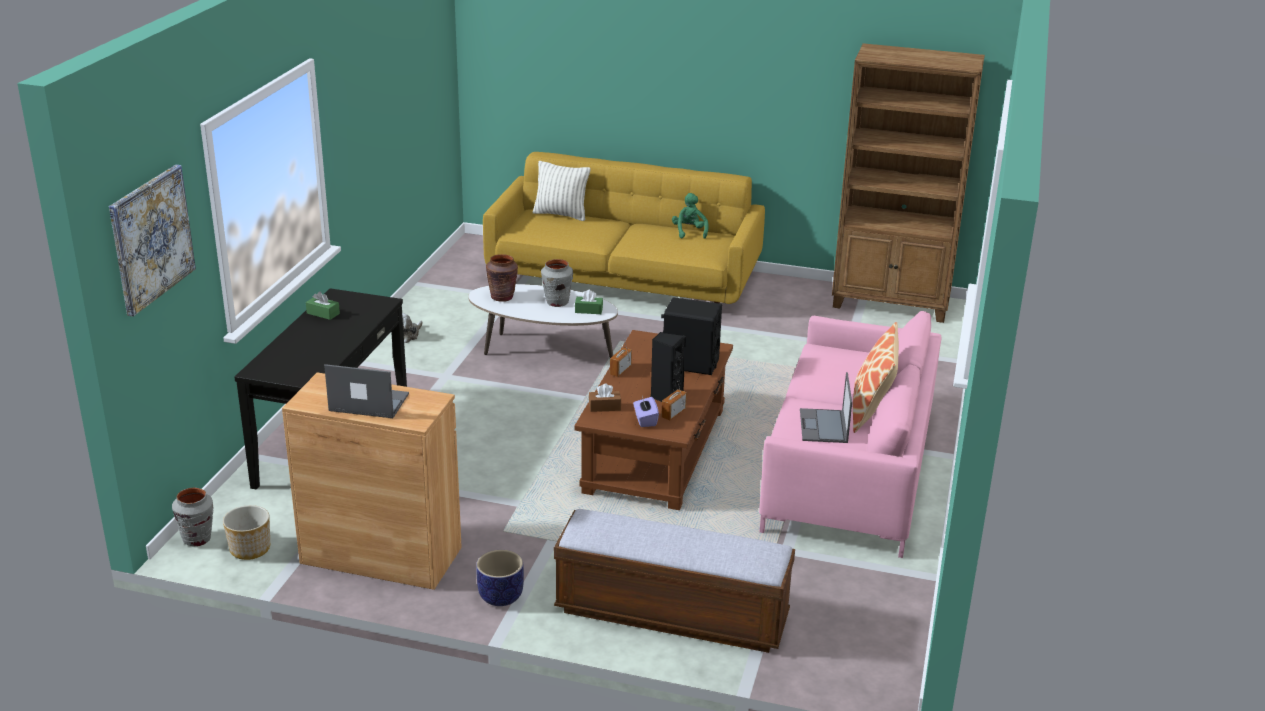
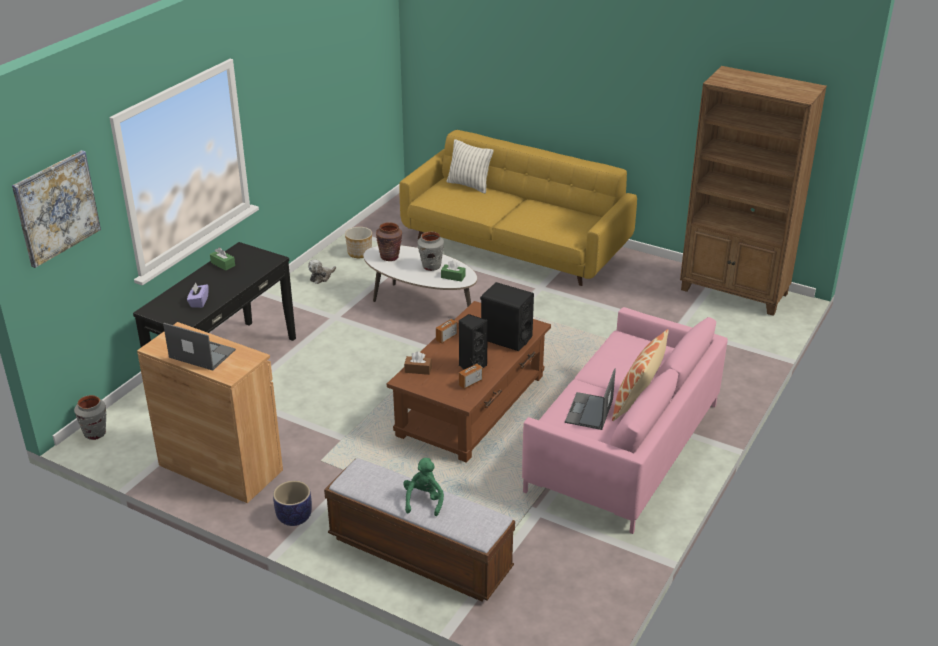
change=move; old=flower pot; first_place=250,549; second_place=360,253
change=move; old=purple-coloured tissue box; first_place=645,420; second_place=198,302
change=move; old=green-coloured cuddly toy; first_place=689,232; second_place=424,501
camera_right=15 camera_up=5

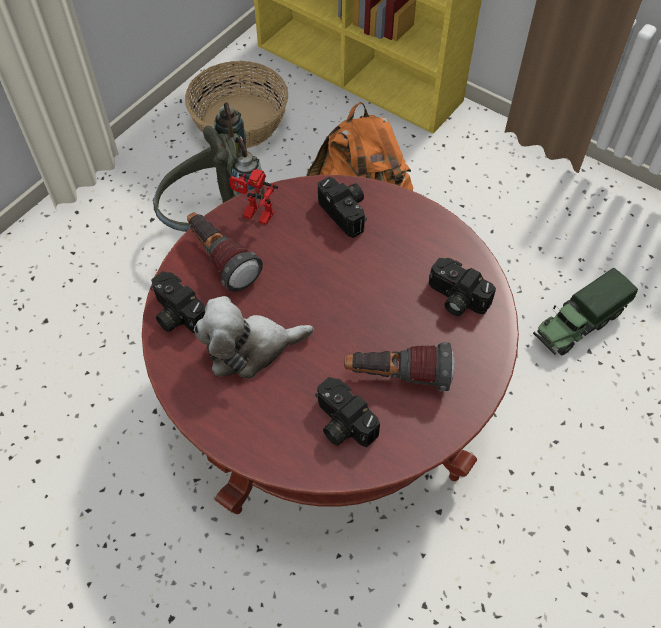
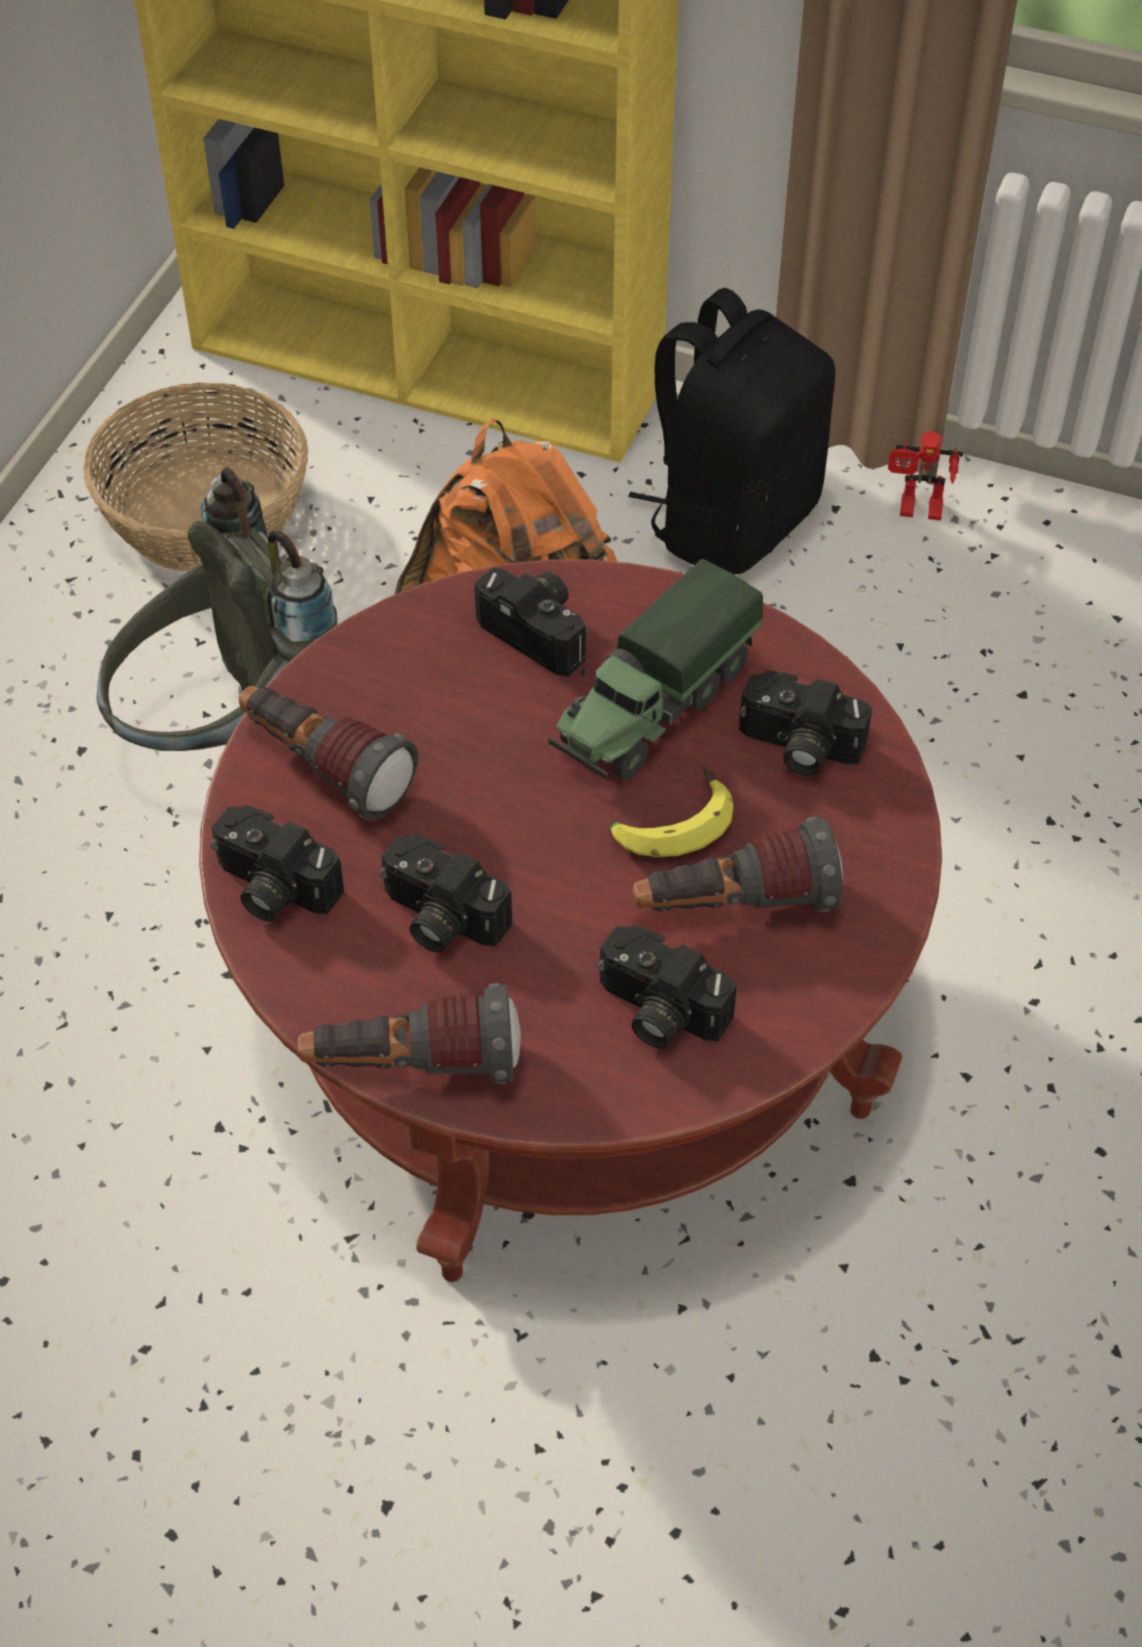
change=insert; new=hand torch; second_place=412,1067
change=insert; new=whole banana; second_place=670,821
change=insert; new=blackish rucksack; second_place=731,520
change=move; old=toy robot; first_place=255,216; second_place=917,512
change=move; old=toy truck; first_place=578,325; second_place=653,708
change=replace; old=cuddly toy; new=photo camera; first_place=250,348; second_place=438,918
camera_right=-15 camera_up=-5

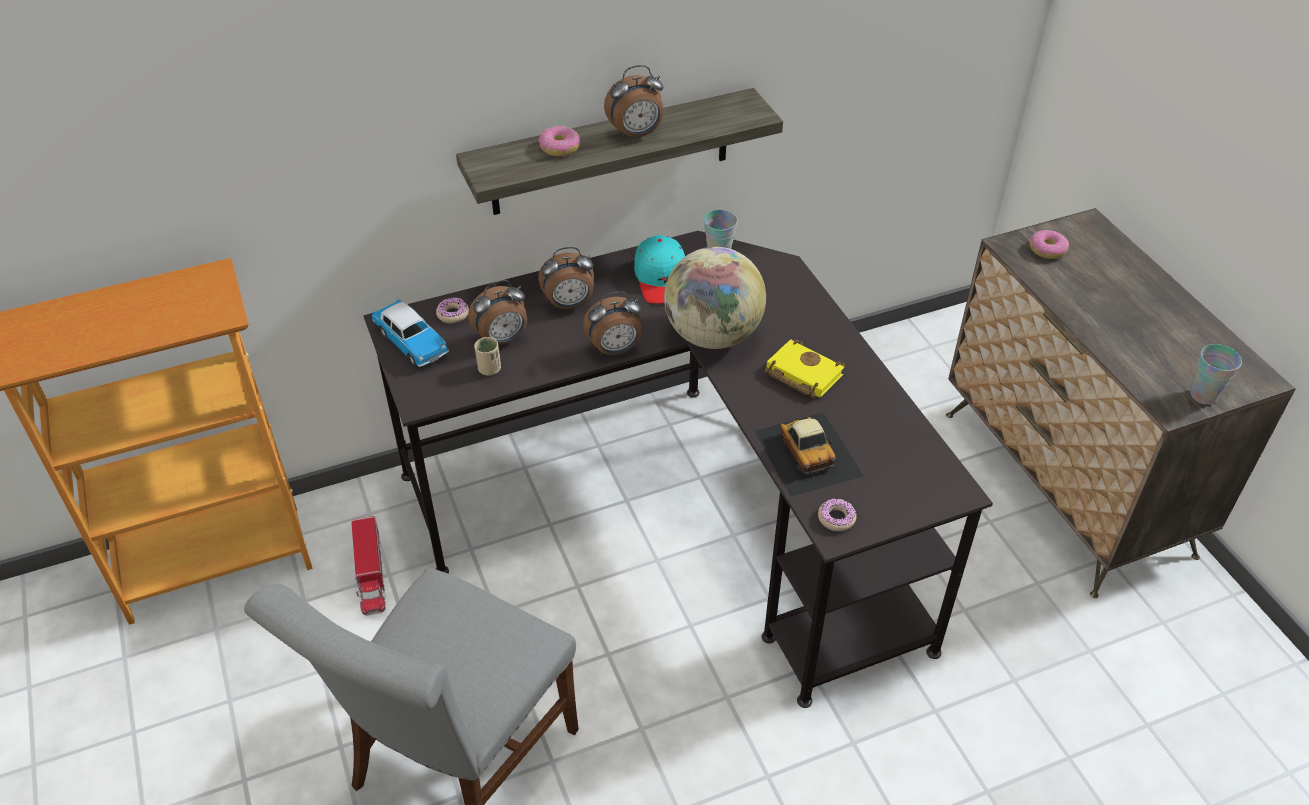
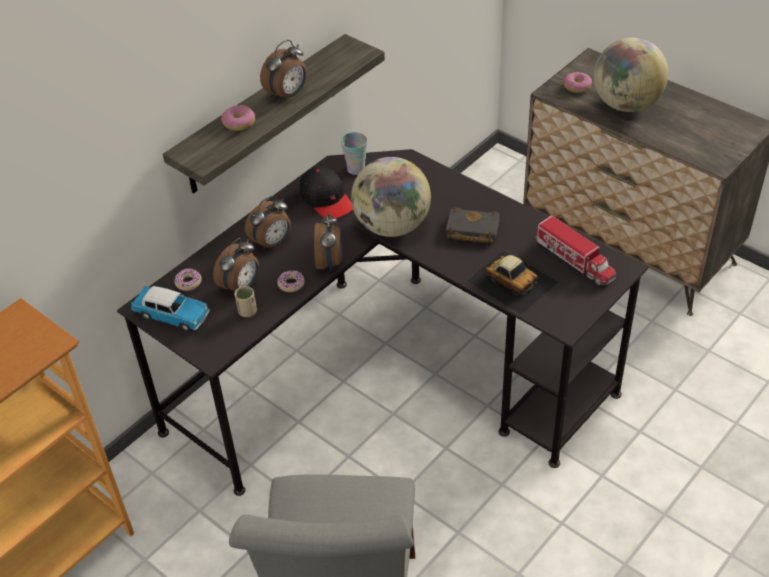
change=delete; old=small cup; first_place=1203,396
change=insert; new=globe; second_place=626,104
change=move; old=toy truck; first_place=371,573; second_place=575,260
change=move; old=doughnut; first_place=836,518; second_place=291,284
change=recolor; old=blue-green cap; new=blackish cap; first_place=662,279; second_place=326,199
change=recolor; old=yellow volume; new=blackish volume; first_place=800,374; second_place=470,230
change=rotate; old=bedside clock; first_place=615,350; second_place=330,262; degrees=-45
camera_right=-25 camera_up=0

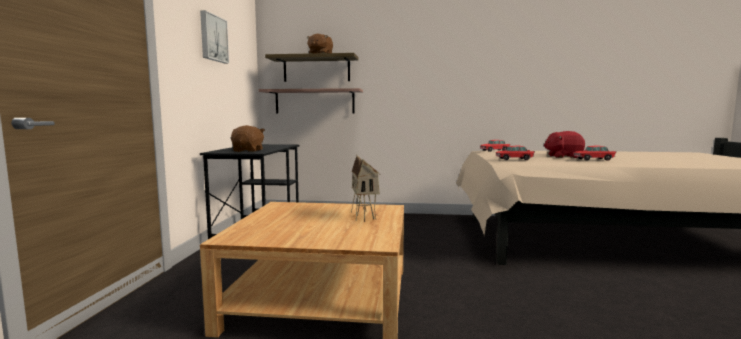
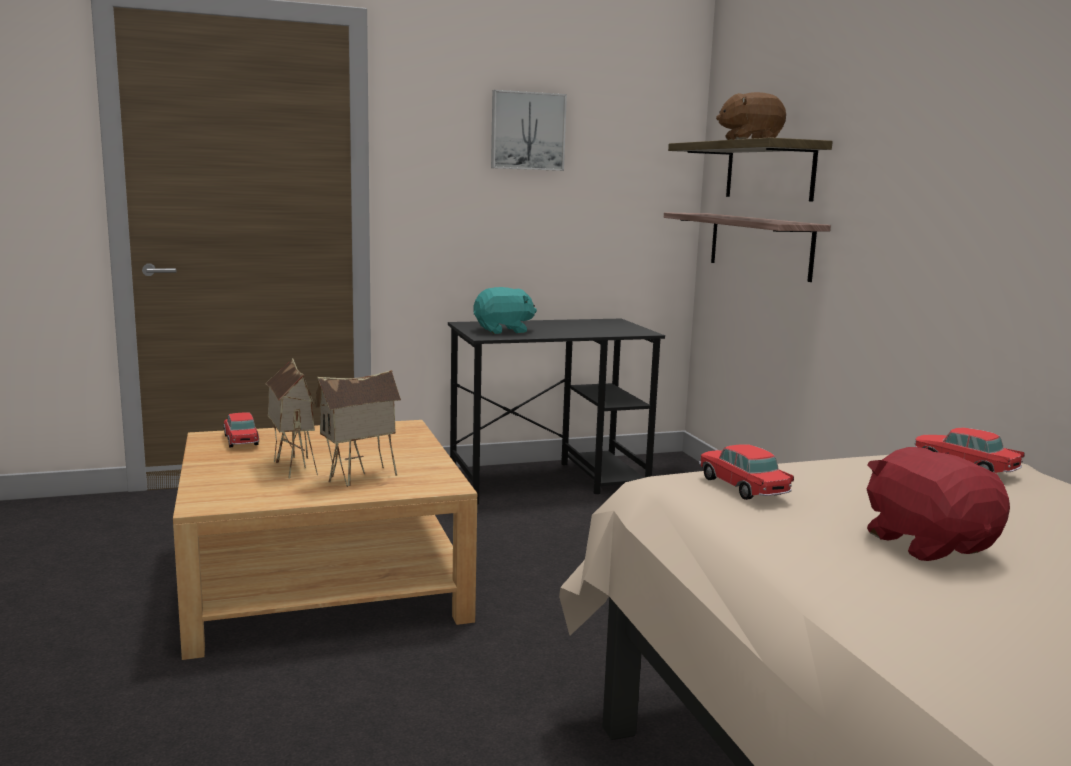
change=insert; new=miniature house; second_place=292,466
change=move; old=model car; first_place=593,159; second_place=241,440
change=recolor; old=brown-coloured cuddly toy; new=blue-green cuddly toy; first_place=248,150; second_place=503,331
camera_right=65 camera_up=5

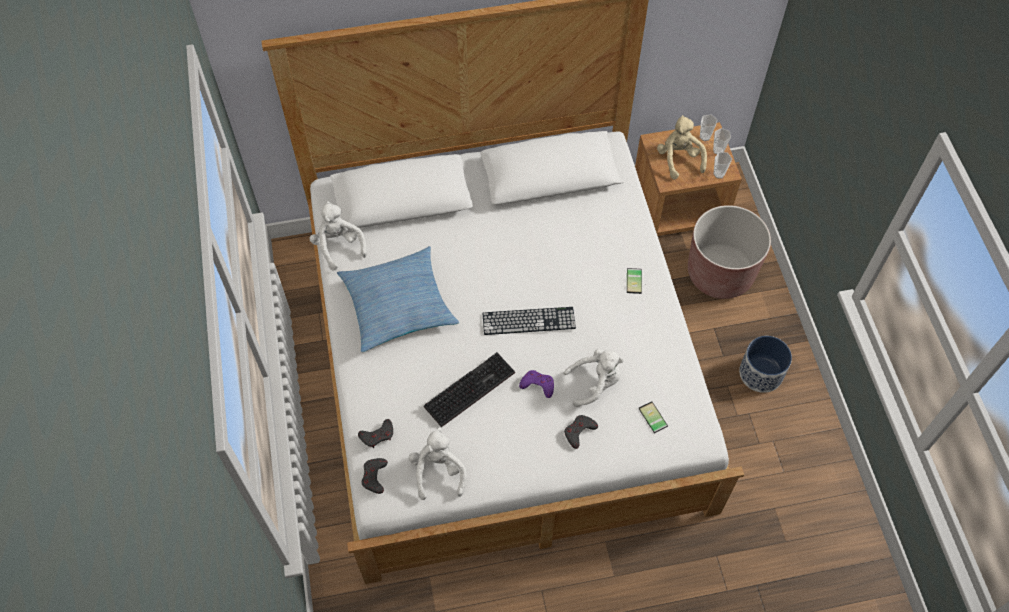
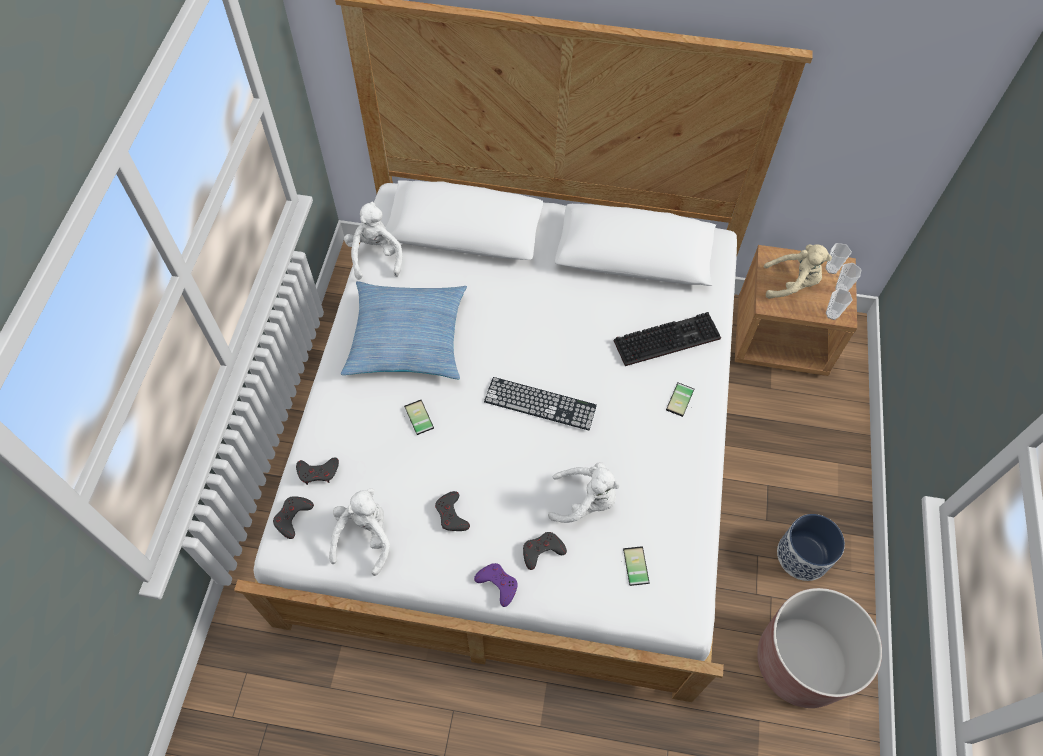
change=insert; new=phone; second_place=417,418
change=insert; new=greyish gamepad; second_place=451,514
change=move; old=computer keyboard; first_place=470,387; second_place=667,338
change=move; old=purple-coloured gamepad; first_place=537,385; second_place=497,584
change=move; old=brown-coloured flower pot; first_place=720,273; second_place=799,662
change=rotate; old=sand-coloured cuddly toy; first_place=679,159; second_place=792,284; degrees=90
camera_right=20 camera_up=0

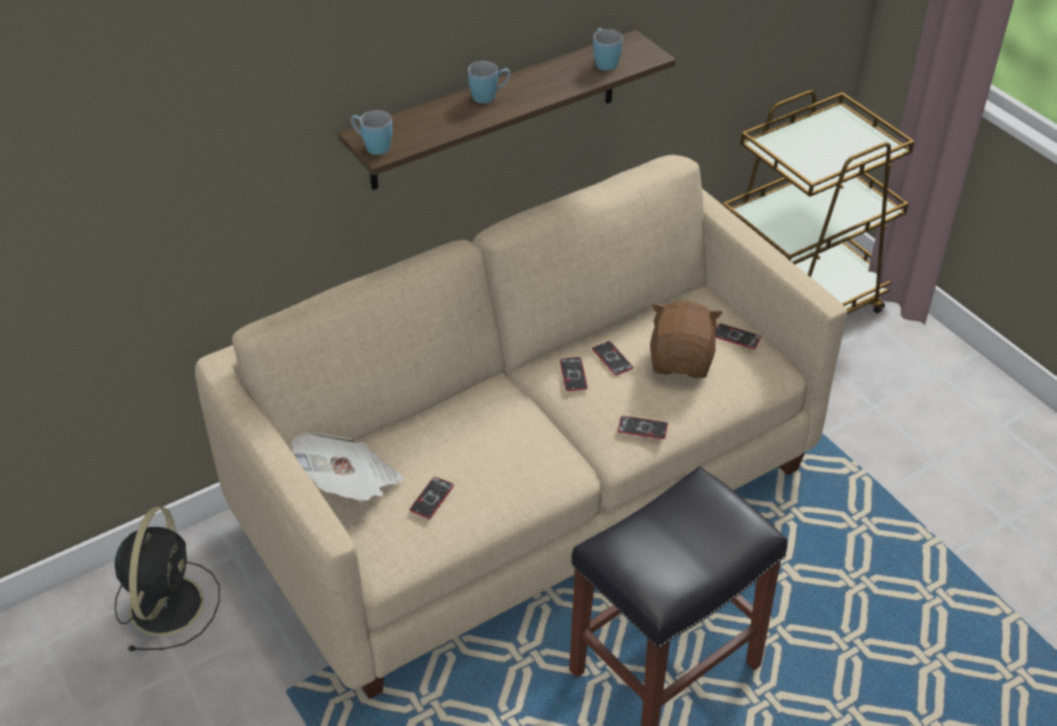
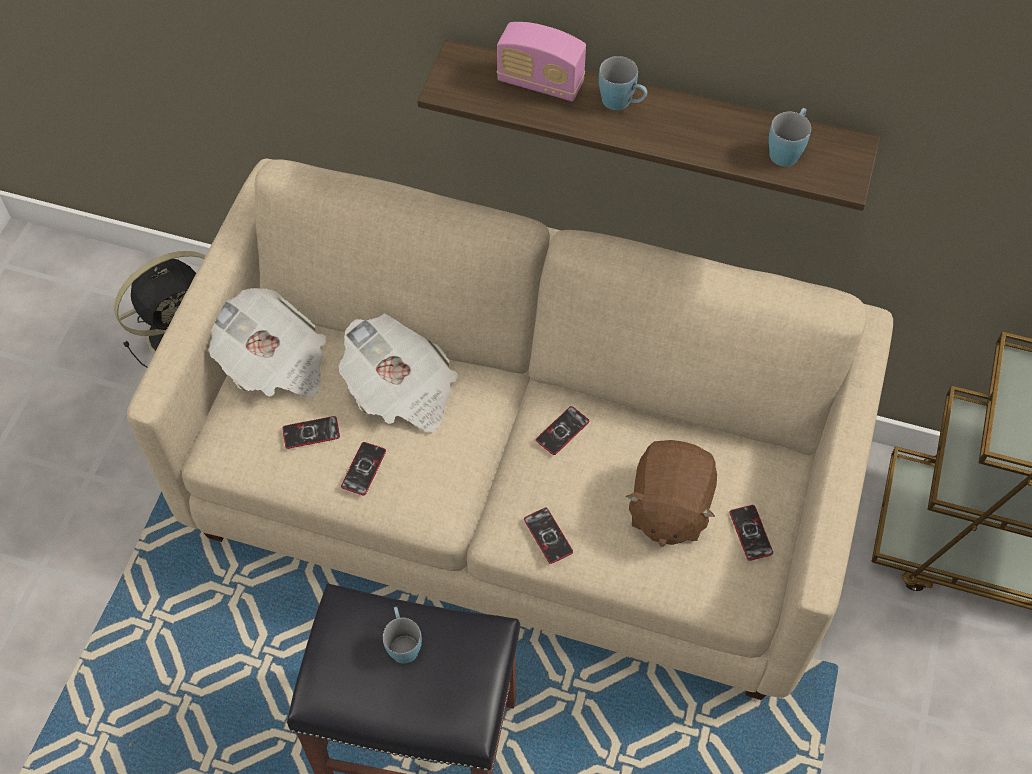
change=insert; new=printed paper; second_place=402,390
change=insert; new=radio; second_place=540,83
change=move; old=blue mug; first_place=372,146; second_place=402,643
change=move; old=phone; first_place=612,359; second_place=363,469
change=rotate; old=brown-coloured cuddly toy; first_place=682,360; second_place=668,507; degrees=135
camera_right=50 camera_up=15

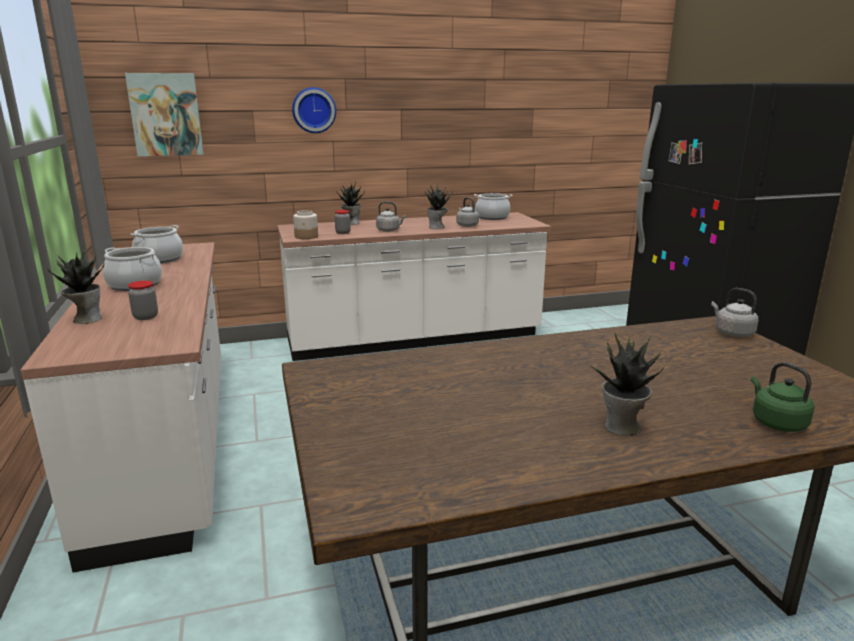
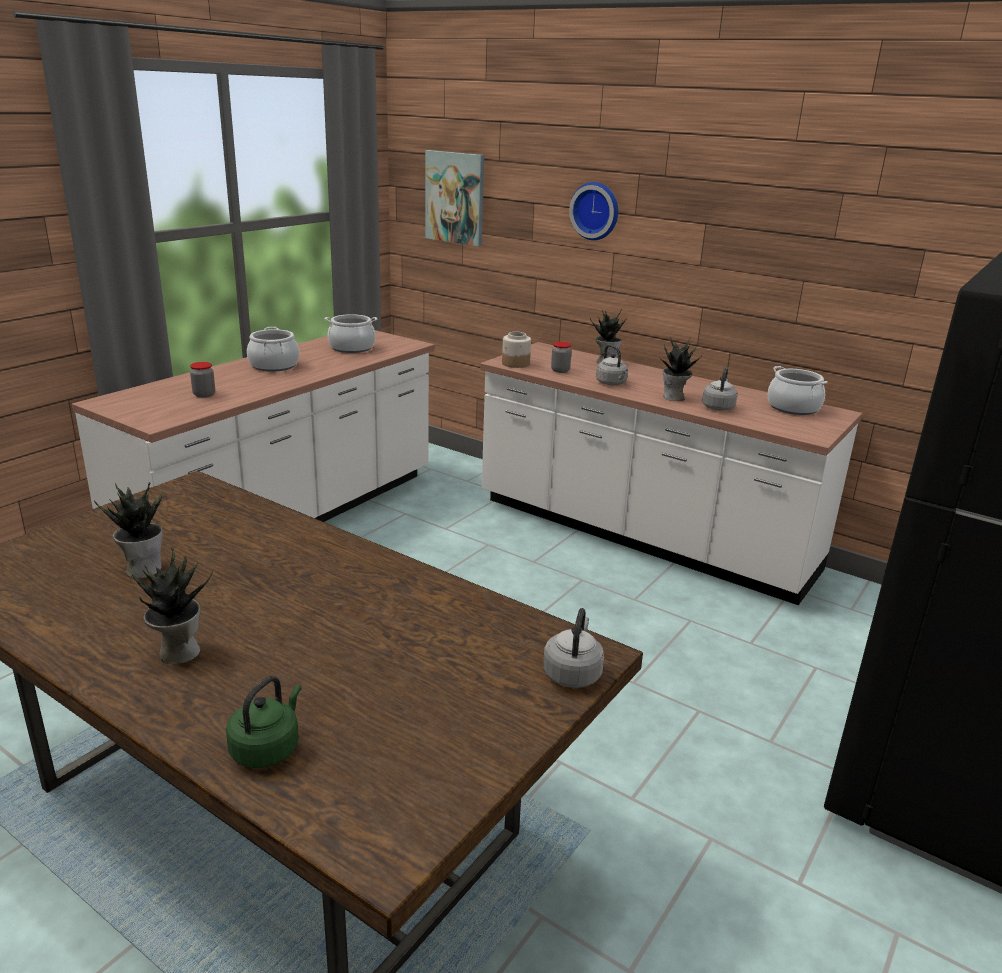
change=move; old=potted plant; first_place=86,319; second_place=143,568
camera_right=50 camera_up=5

